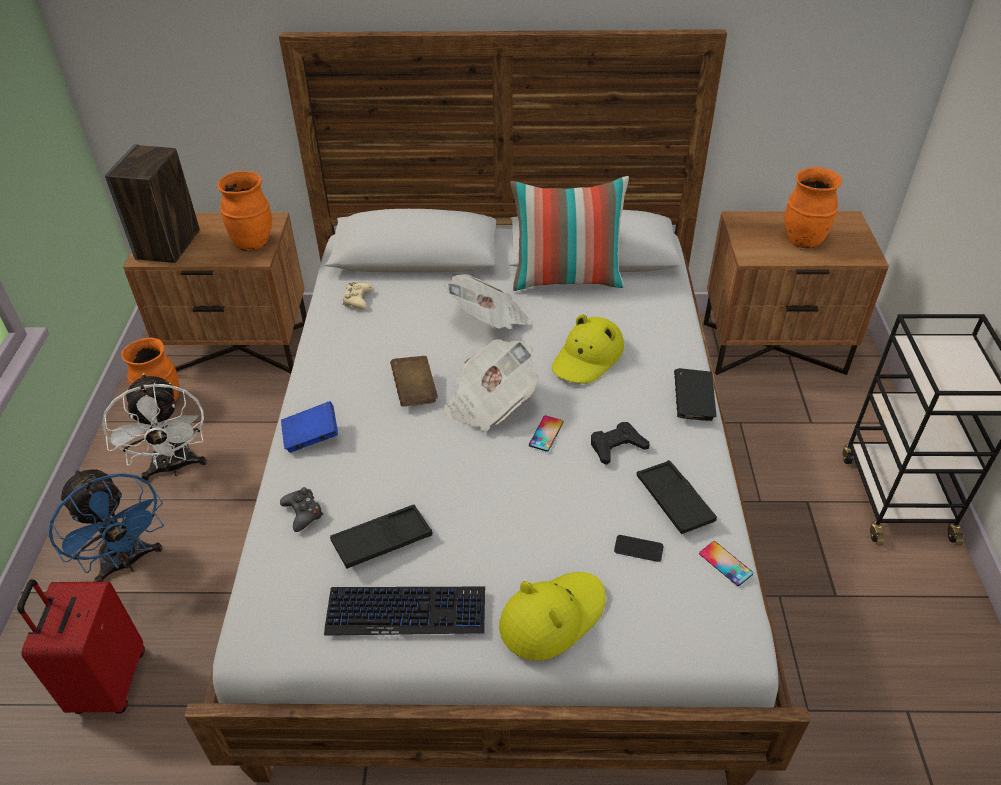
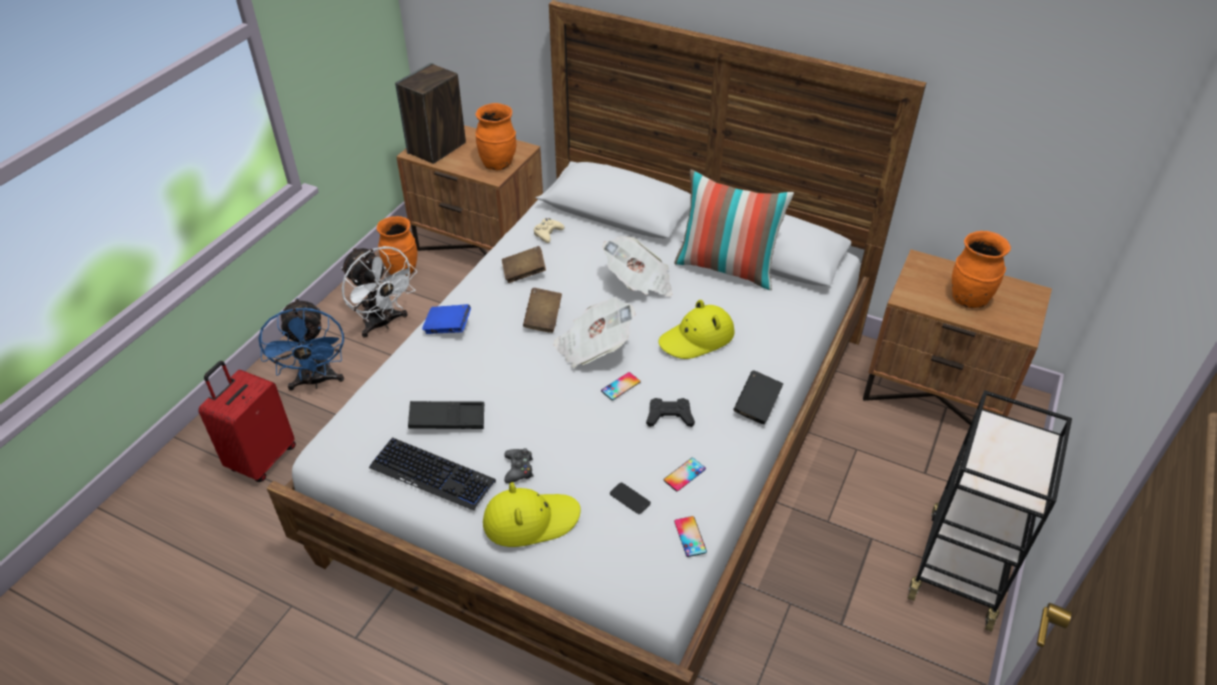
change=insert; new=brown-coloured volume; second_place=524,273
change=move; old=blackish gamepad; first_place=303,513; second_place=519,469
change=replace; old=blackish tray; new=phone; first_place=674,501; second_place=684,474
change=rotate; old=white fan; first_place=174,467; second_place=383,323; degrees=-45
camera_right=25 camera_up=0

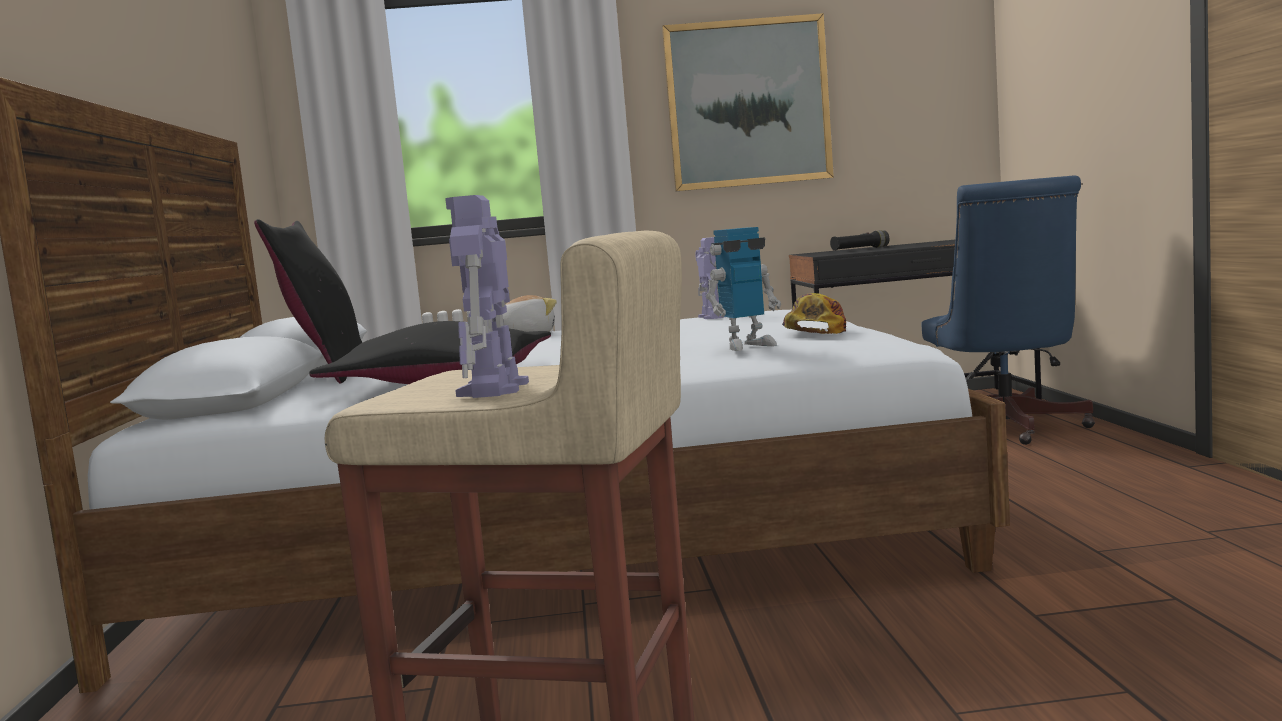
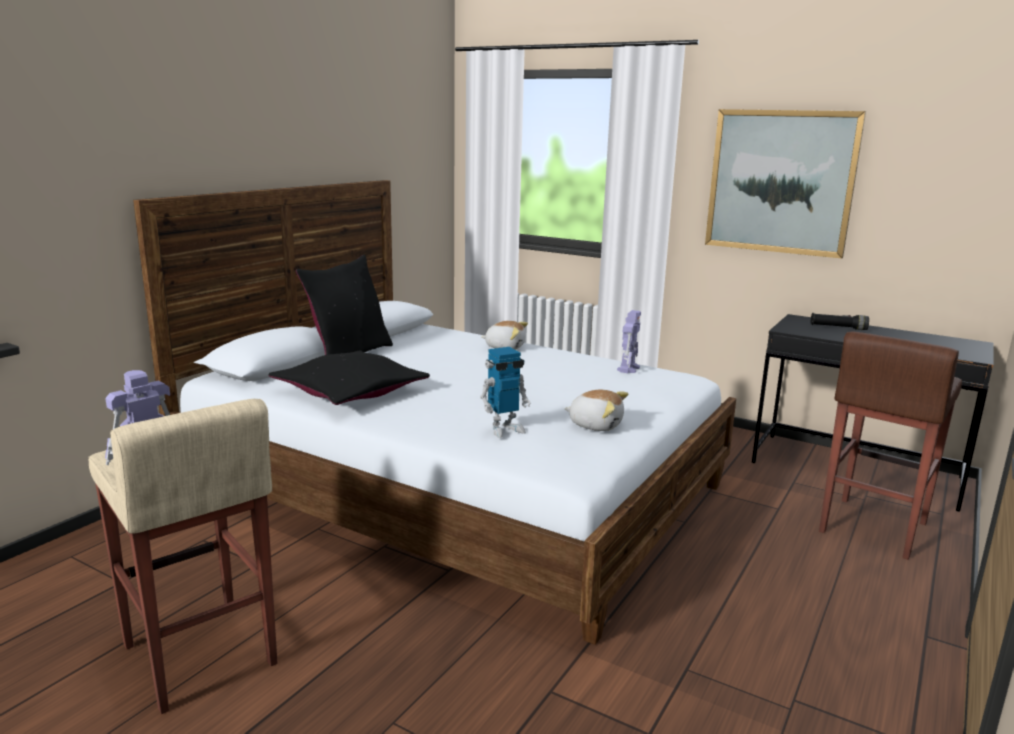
change=replace; old=cap; new=cuddly toy; first_place=816,331; second_place=595,425
change=replace; old=blue desk chair; new=brown-coloured sitting stool; first_place=1007,430; second_place=871,527
change=rotate; old=toy robot; first_place=746,346; second_place=504,429; degrees=-45
camera_right=35 camera_up=10

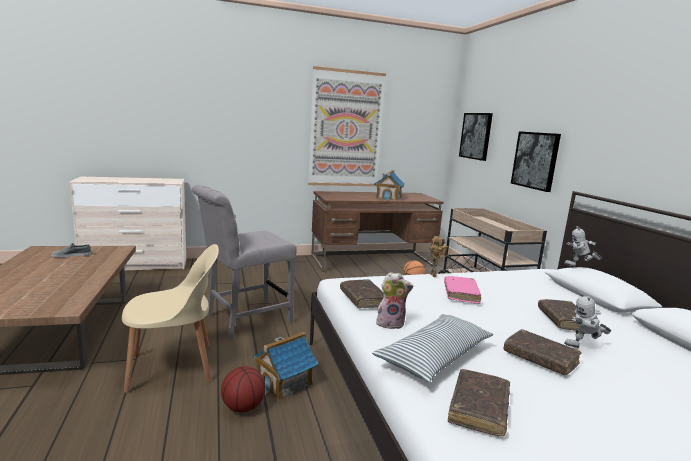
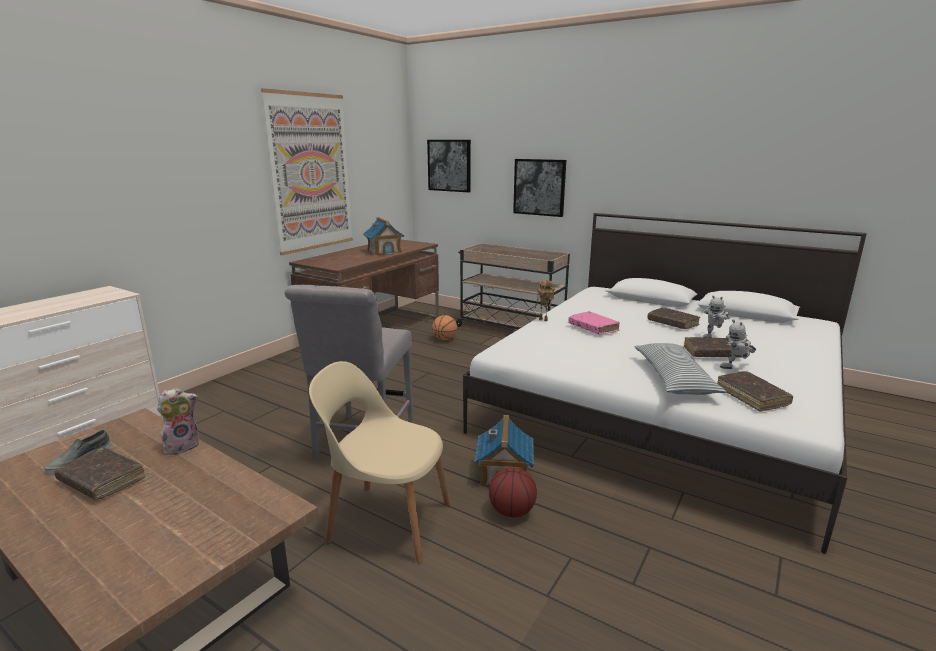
change=move; old=brown-coloured volume; first_place=362,299; second_place=102,480
change=move; old=cuddly toy; first_place=391,323; second_place=183,446
change=move; old=toy robot; first_place=579,267; second_place=736,368
change=rotate; old=sand-coloured upright chair; first_place=174,367; second_place=386,521; degrees=-105
camera_right=-40 camera_up=5

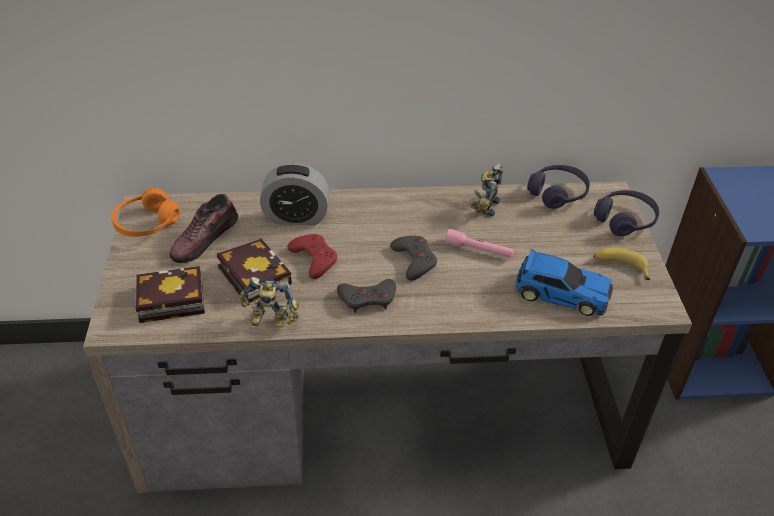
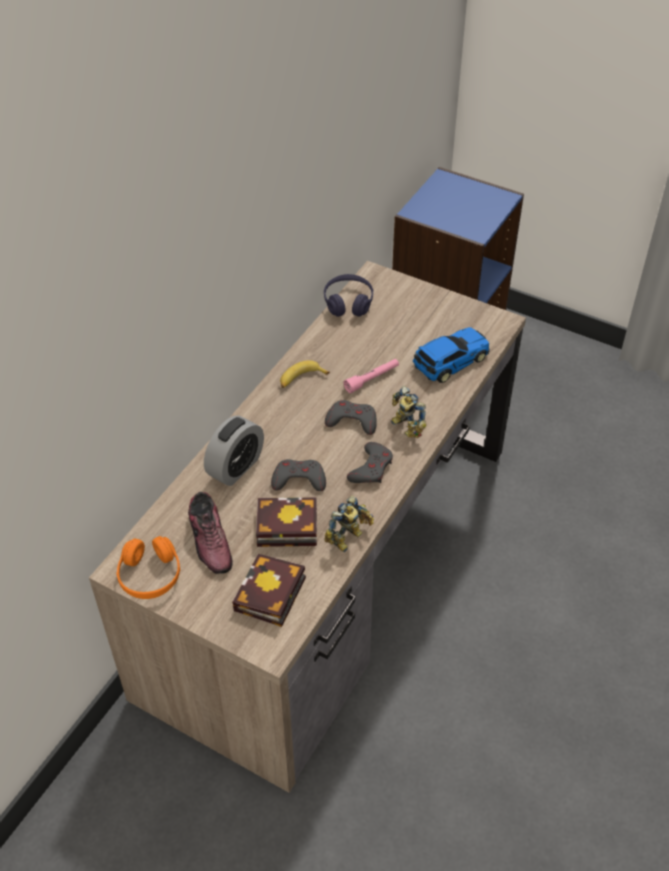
change=delete; old=purple-coloured headphones; first_place=624,220
change=move; old=toy robot; first_place=485,206; second_place=405,428
change=move; old=whole banana; first_place=620,266; second_place=301,379
change=recolor; old=red-coloured gamepad; new=greyish gamepad; first_place=314,259; second_place=299,479
camera_right=-55 camera_up=5

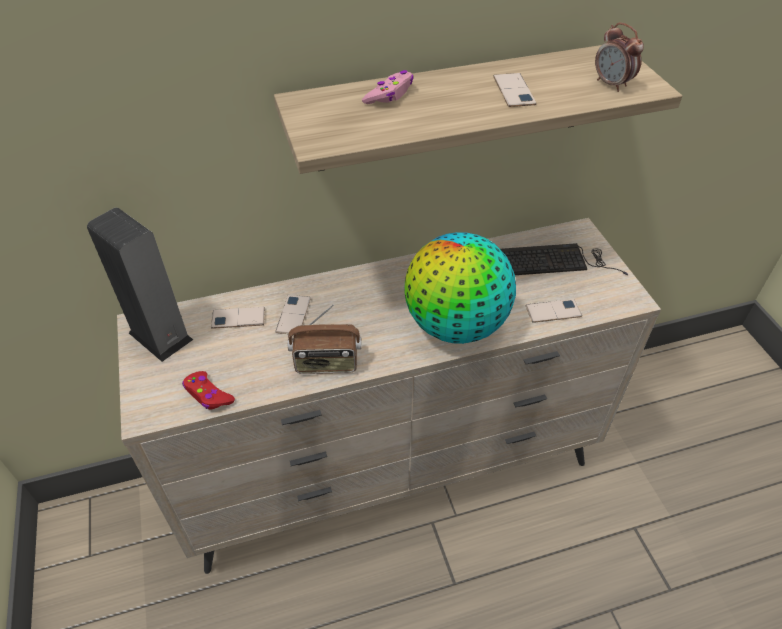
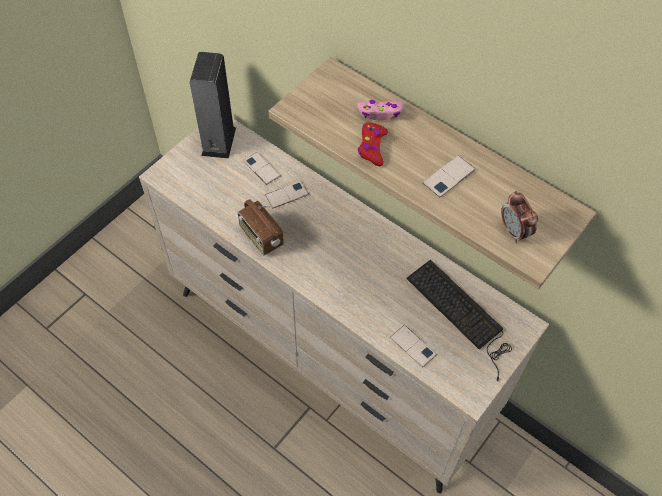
change=delete; old=globe; first_place=456,325
change=move; old=red-coloured gamepad; first_place=208,395; second_place=372,147
change=rotate; old=bedside clock; first_place=612,84; second_place=514,232; degrees=-45
camera_right=55 camera_up=10

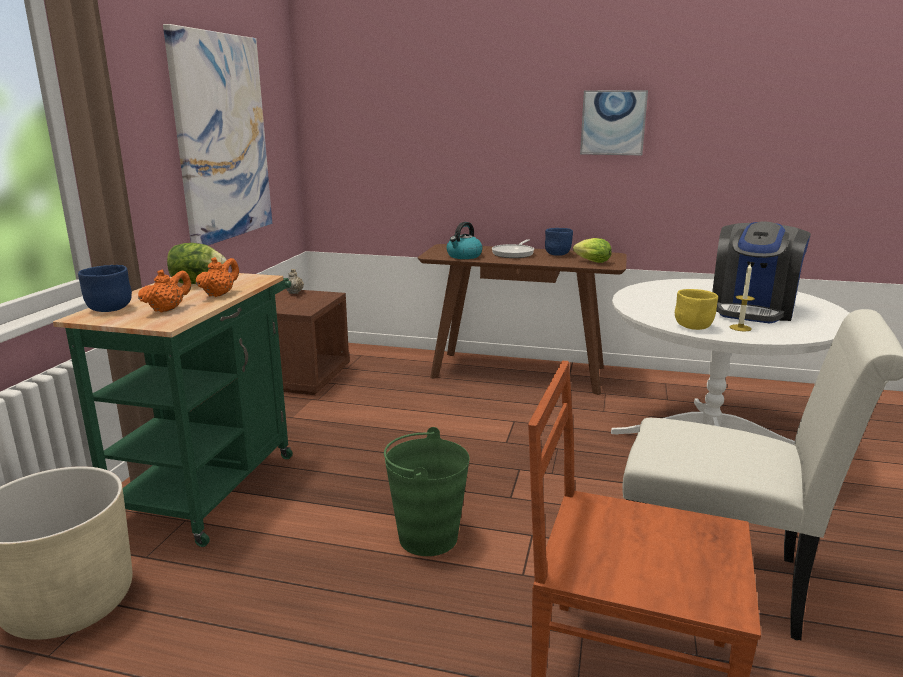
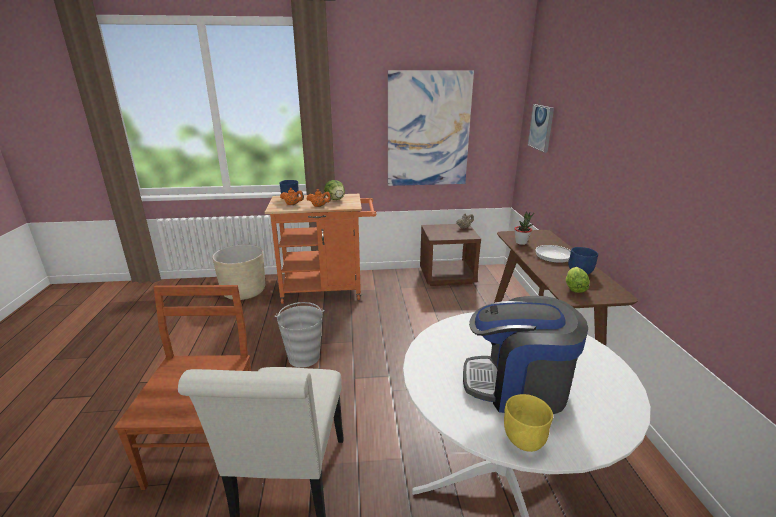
change=delete; old=wax candle; first_place=740,328
change=move; old=wall picture; first_place=613,122; second_place=541,127
change=move; old=yellow bowl; first_place=693,327; second_place=523,440
change=replace; old=kettle; new=potted plant; first_place=464,256; second_place=521,242
change=recolor; old=green-coloured wheeled cart; new=orangey wheeled cart; first_place=214,483; second_place=327,290
change=recolor; old=green-coloured bucket; new=greyish bucket; first_place=427,537; second_place=304,357
camera_right=70 camera_up=5

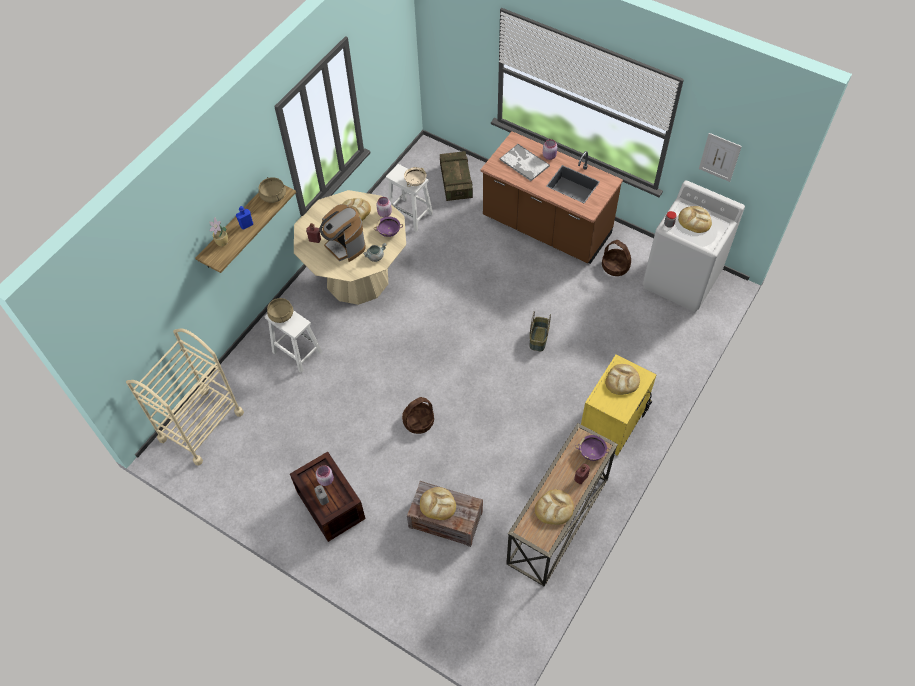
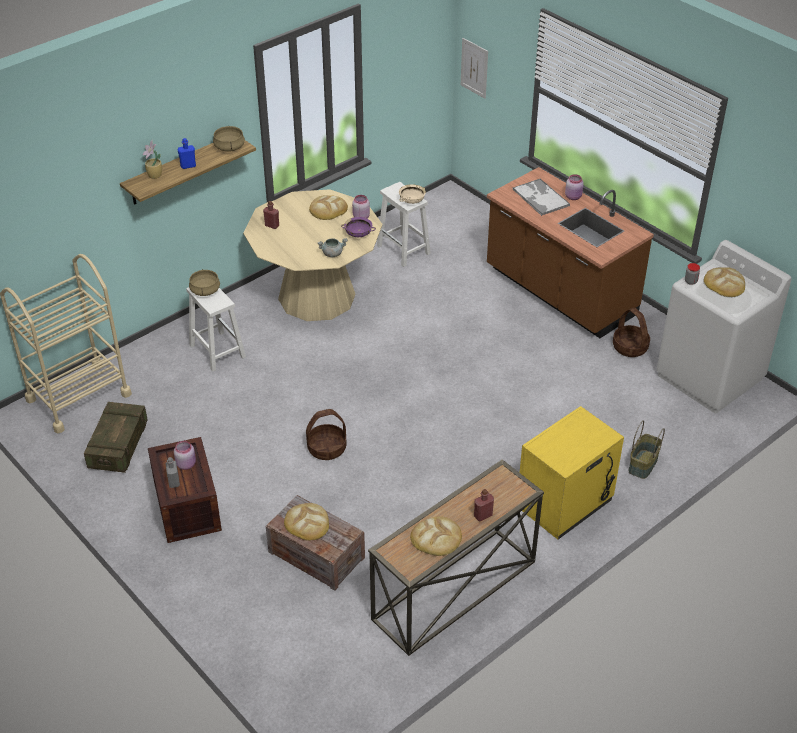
change=delete; old=coffee maker; first_place=344,246
change=delete; old=purple-coloured bowl; first_place=591,452
change=delete; old=baked bread; first_place=622,380
change=move; old=shipping crate; first_place=456,182; second_place=118,446
change=move; old=household basket; first_place=539,339; second_place=643,464
change=move; old=wall picture; first_place=719,157; second_place=474,68
camera_right=15 camera_up=-15

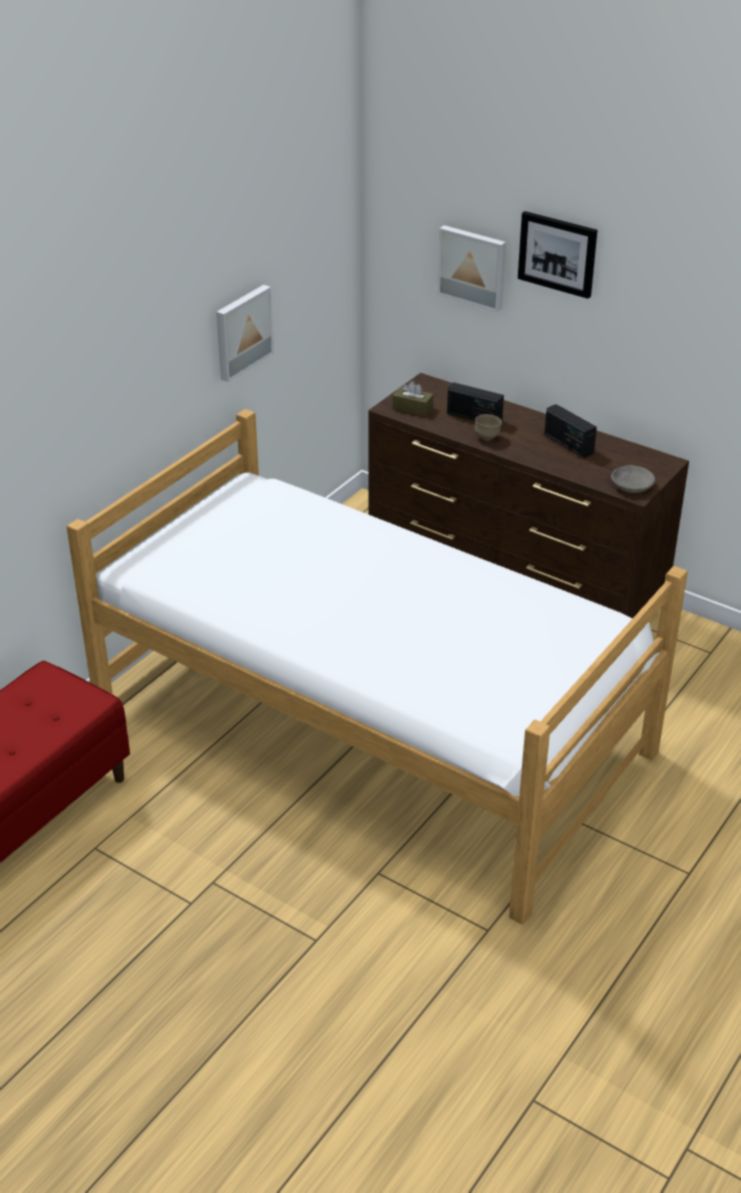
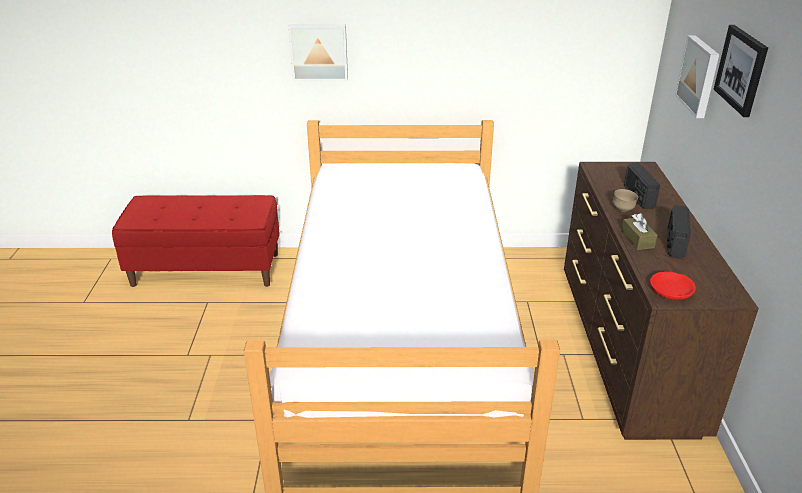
change=move; old=wall picture; first_place=242,332; second_place=319,51
change=move; old=brown-coloured tissue box; first_place=412,408; second_place=637,240
change=recolor; old=greyish bowl; new=red-coloured bowl; first_place=631,485; second_place=671,291
camera_right=55 camera_up=-5

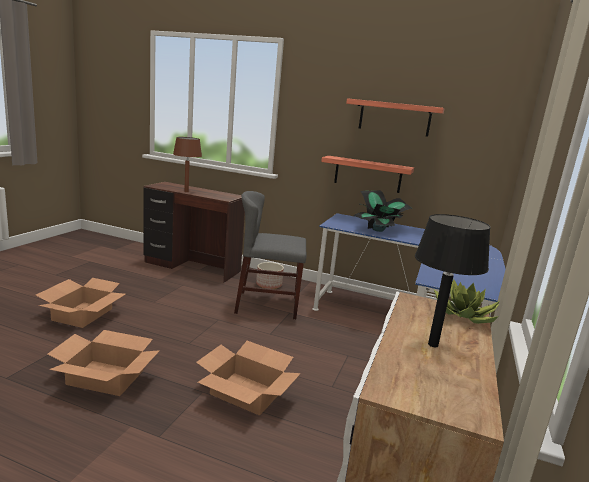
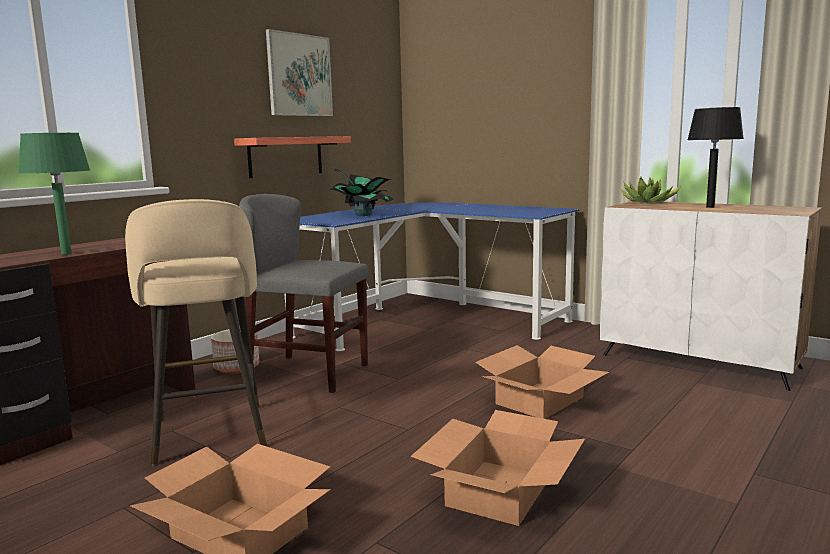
change=insert; new=sand-coloured sitting stool; second_place=209,435
change=replace; old=wall shelf; new=wall picture; first_place=394,118; second_place=299,75
change=recolor; old=brown-coloured table lamp; new=green-coloured table lamp; first_place=186,191; second_place=66,254
change=rotate; old=greyish upright chair; first_place=267,305; second_place=309,373; degrees=90
camera_right=-70 camera_up=-5

